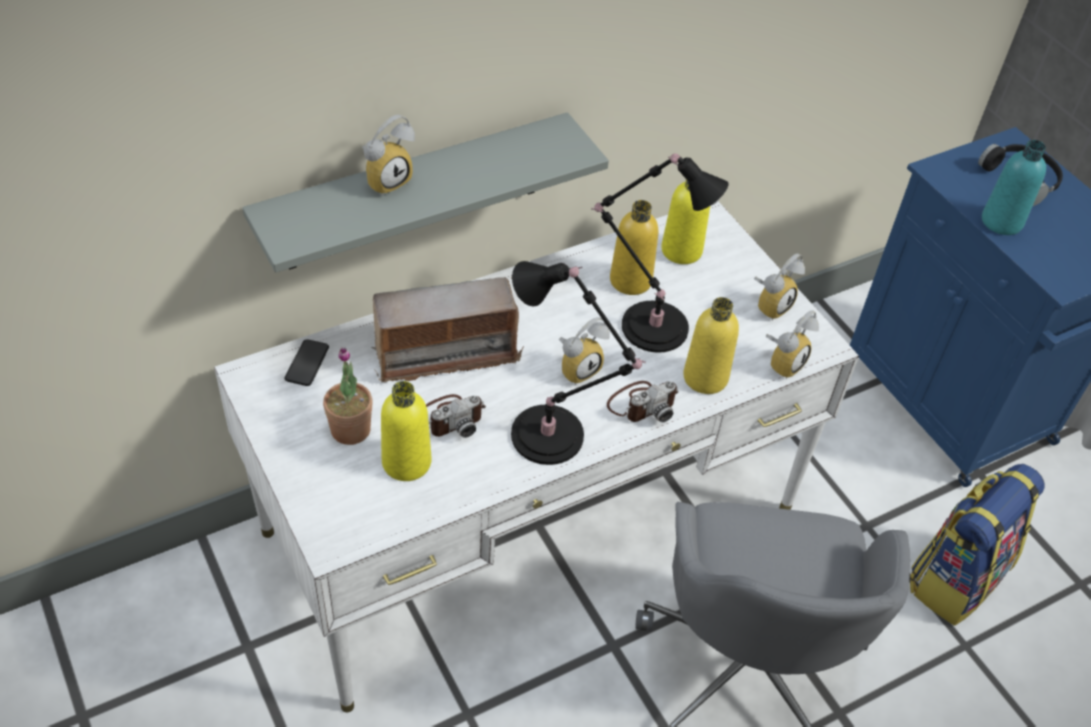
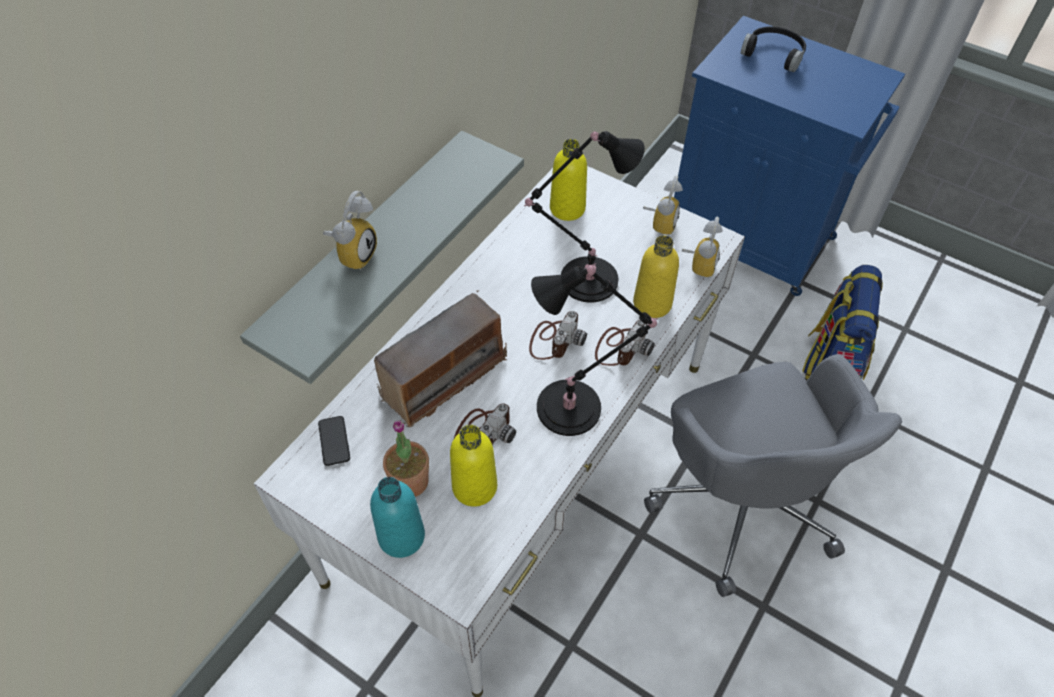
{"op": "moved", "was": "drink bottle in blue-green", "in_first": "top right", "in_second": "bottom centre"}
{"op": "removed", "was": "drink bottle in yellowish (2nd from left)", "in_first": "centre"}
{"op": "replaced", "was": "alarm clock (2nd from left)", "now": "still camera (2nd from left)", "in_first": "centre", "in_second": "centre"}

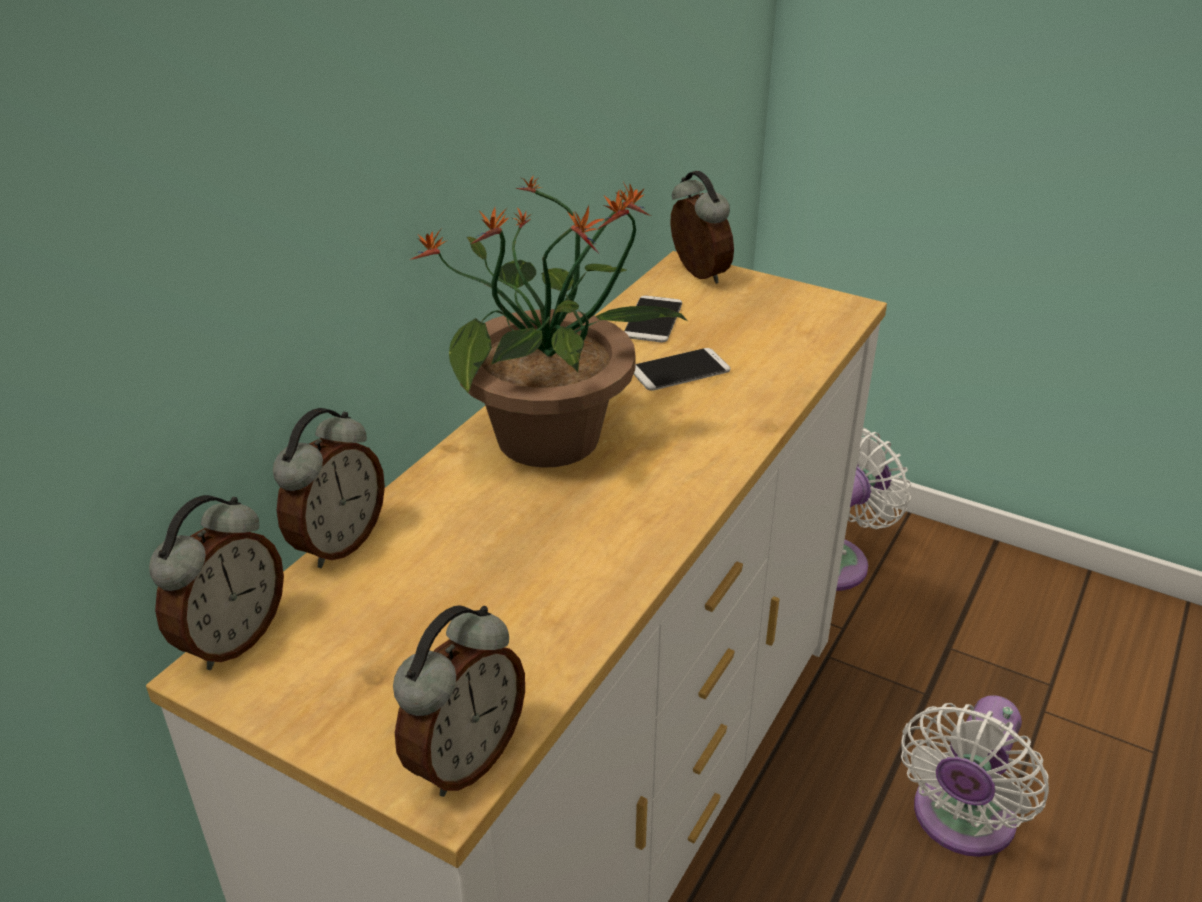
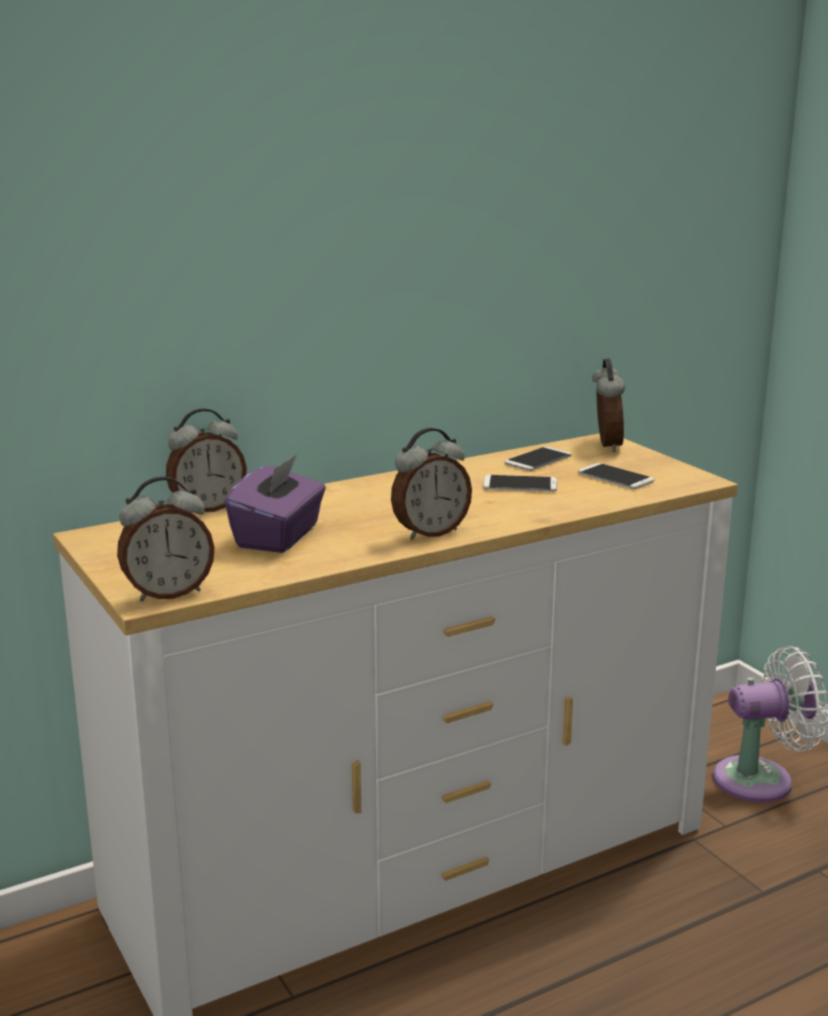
{"op": "removed", "was": "plant in a pot", "in_first": "centre"}
{"op": "moved", "was": "alarm clock (1st from left in the first image)", "now": "alarm clock (3rd from left)", "in_first": "middle left", "in_second": "centre"}
{"op": "removed", "was": "cooling fan in whitish (2nd from left)", "in_first": "bottom right"}
{"op": "added", "now": "tissue box in purplish", "in_second": "middle left"}
{"op": "added", "now": "telephone (3rd from left)", "in_second": "middle right"}

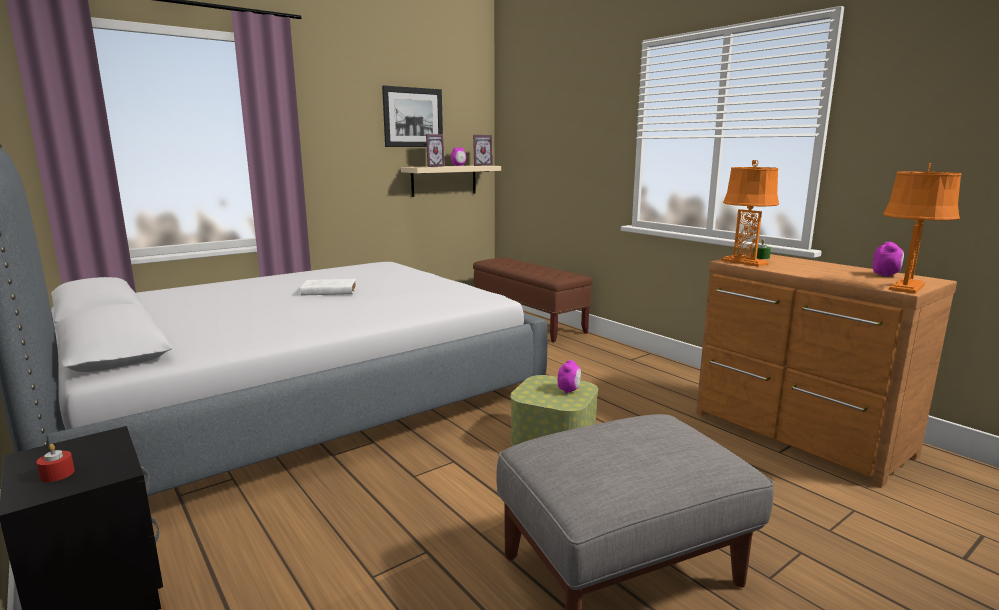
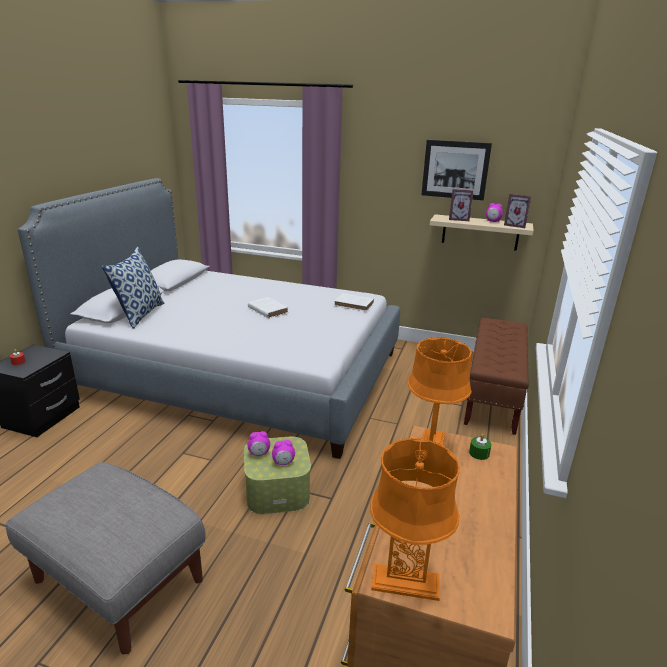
{"op": "moved", "was": "alarm clock (3rd from left in the first image)", "now": "alarm clock (1st from left)", "in_first": "middle right", "in_second": "centre"}
{"op": "added", "now": "pillow", "in_second": "middle left"}
{"op": "added", "now": "bound book in whitish (2nd from left)", "in_second": "centre"}

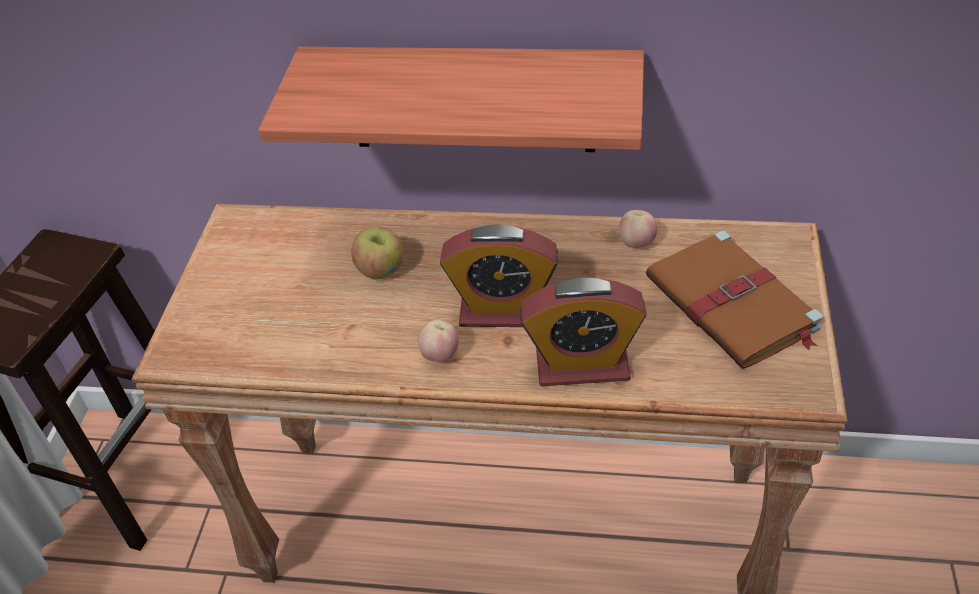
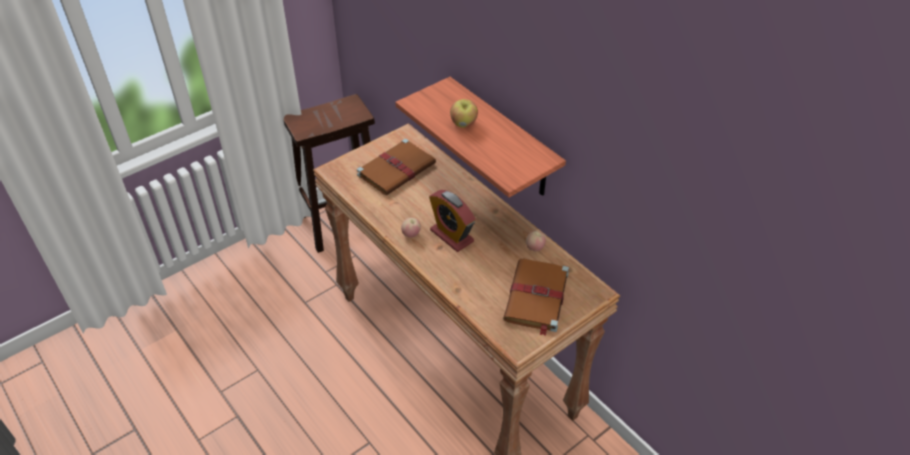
{"op": "moved", "was": "apple (1st from left in the first image)", "now": "apple (2nd from left)", "in_first": "centre", "in_second": "top centre"}
{"op": "removed", "was": "alarm clock (2nd from left)", "in_first": "centre"}
{"op": "added", "now": "bound book in brownish (1st from left)", "in_second": "centre"}

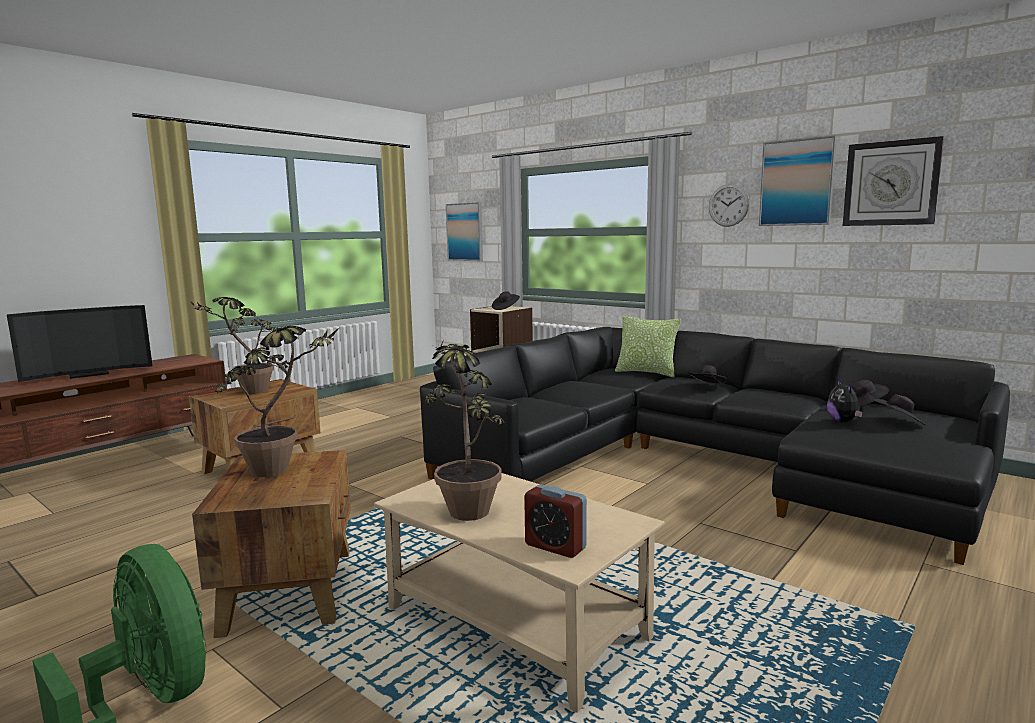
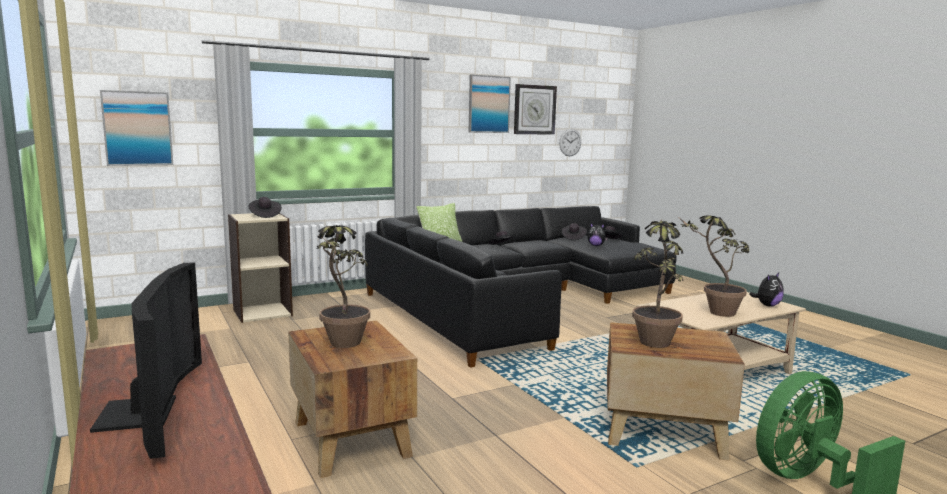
{"op": "moved", "was": "hanging clock (1st from left in the first image)", "now": "hanging clock (2nd from left)", "in_first": "top right", "in_second": "top centre"}
{"op": "replaced", "was": "alarm clock", "now": "plush toy (2nd from left)", "in_first": "bottom centre", "in_second": "middle right"}

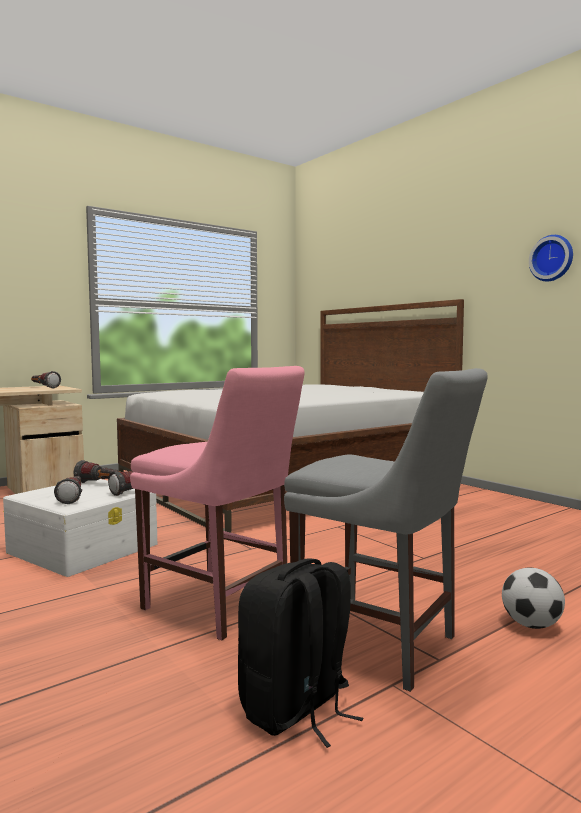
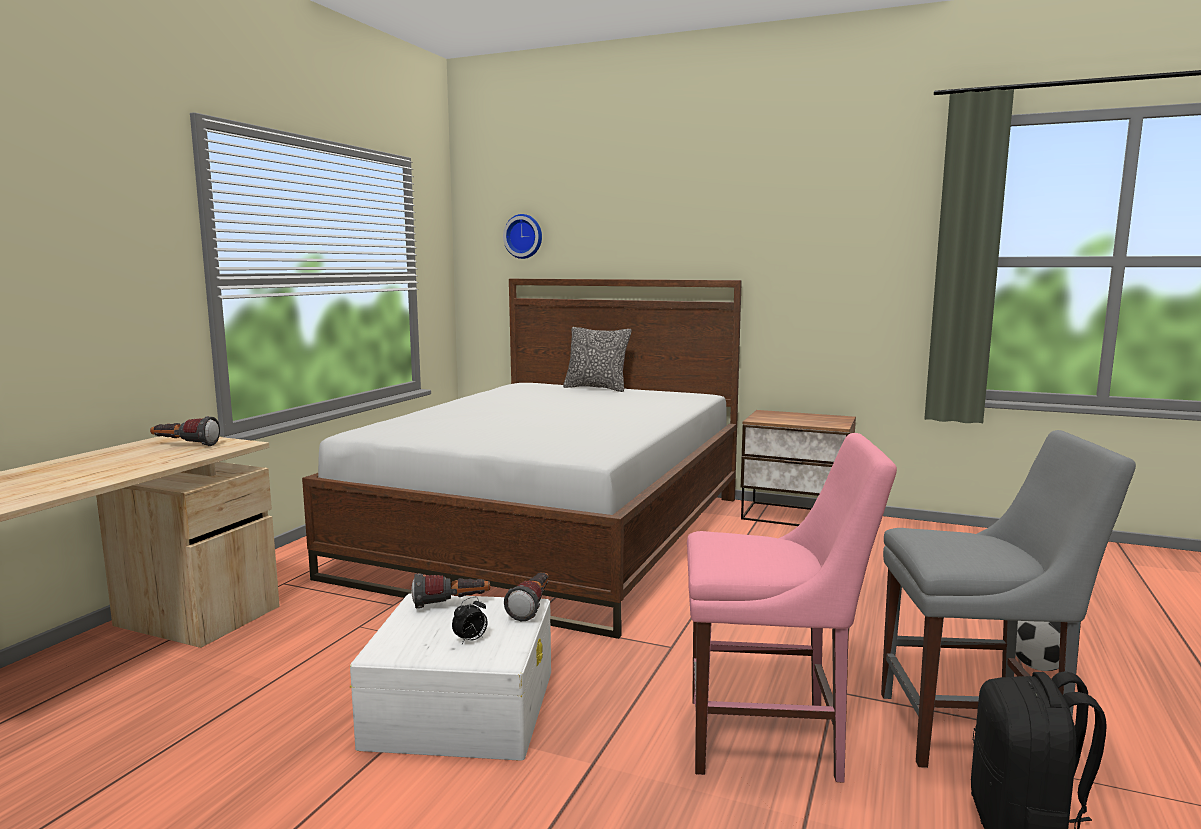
{"op": "moved", "was": "hanging clock", "in_first": "top right", "in_second": "top centre"}
{"op": "replaced", "was": "hand torch (2nd from left)", "now": "alarm clock", "in_first": "middle left", "in_second": "bottom centre"}
{"op": "added", "now": "pillow", "in_second": "centre"}
{"op": "added", "now": "night table", "in_second": "centre"}

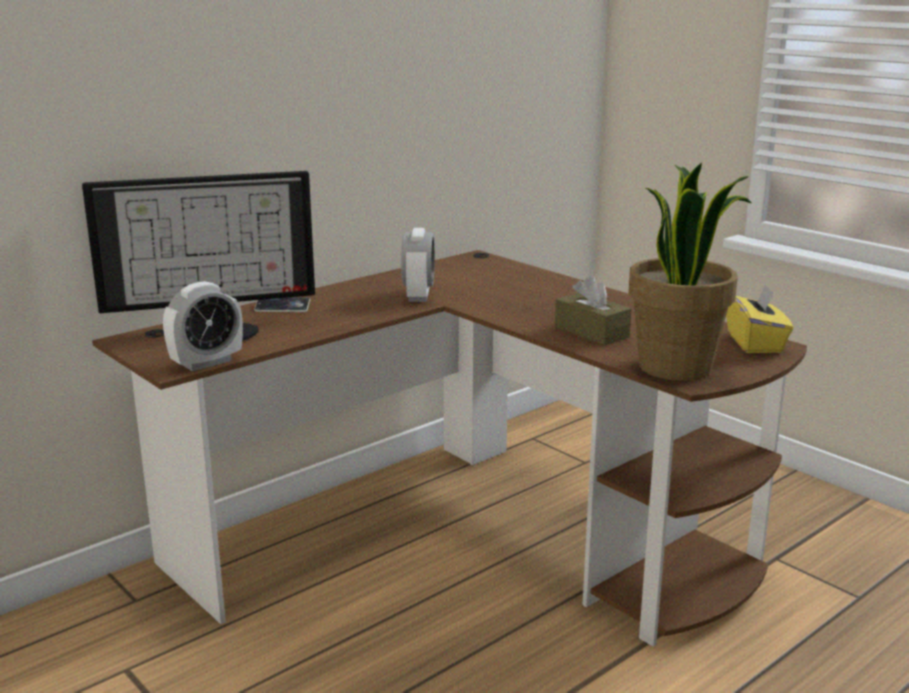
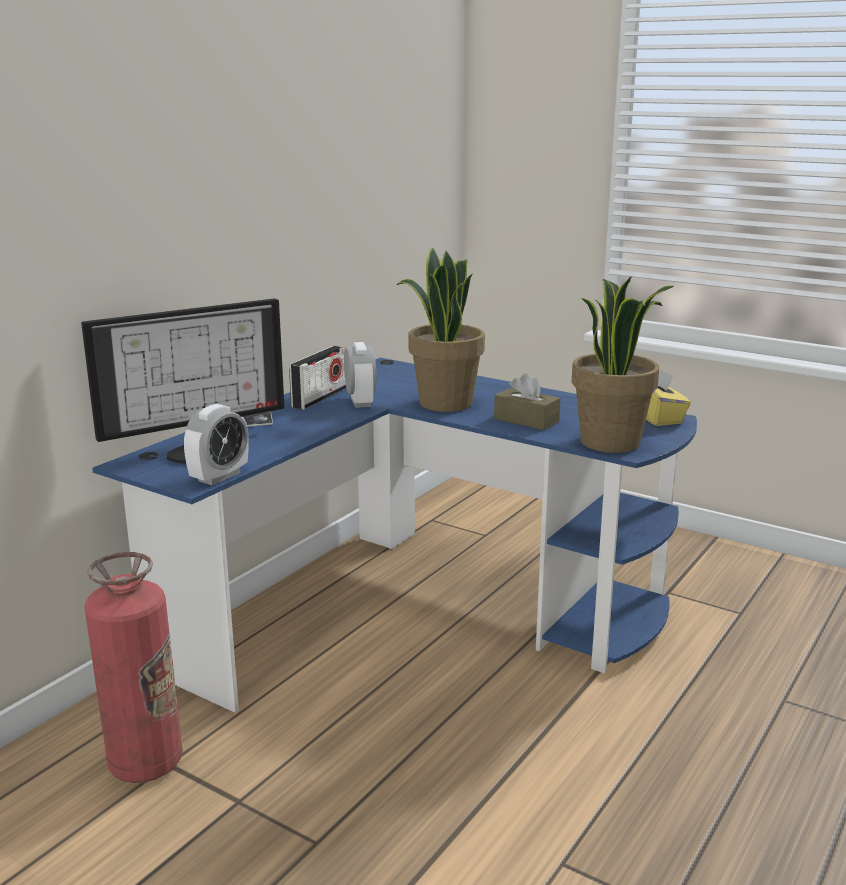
{"op": "recoloured", "was": "desk table in brownish", "now": "desk table in blue-coloured", "in_first": "centre", "in_second": "centre"}
{"op": "added", "now": "plant in a pot (1st from left)", "in_second": "centre"}
{"op": "added", "now": "radio set", "in_second": "centre"}
{"op": "added", "now": "fire-fighting cylinder", "in_second": "bottom left"}

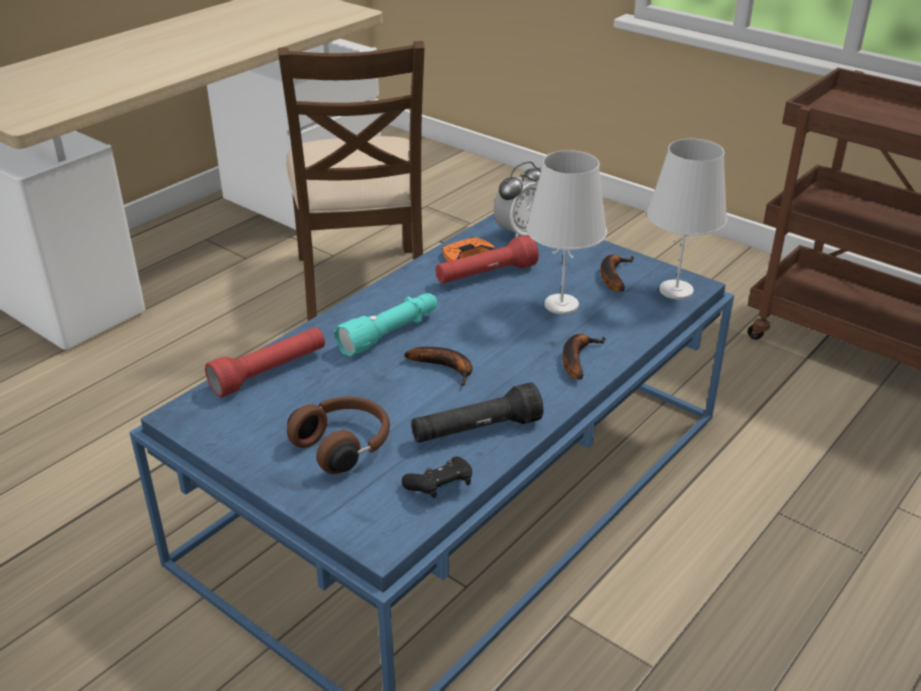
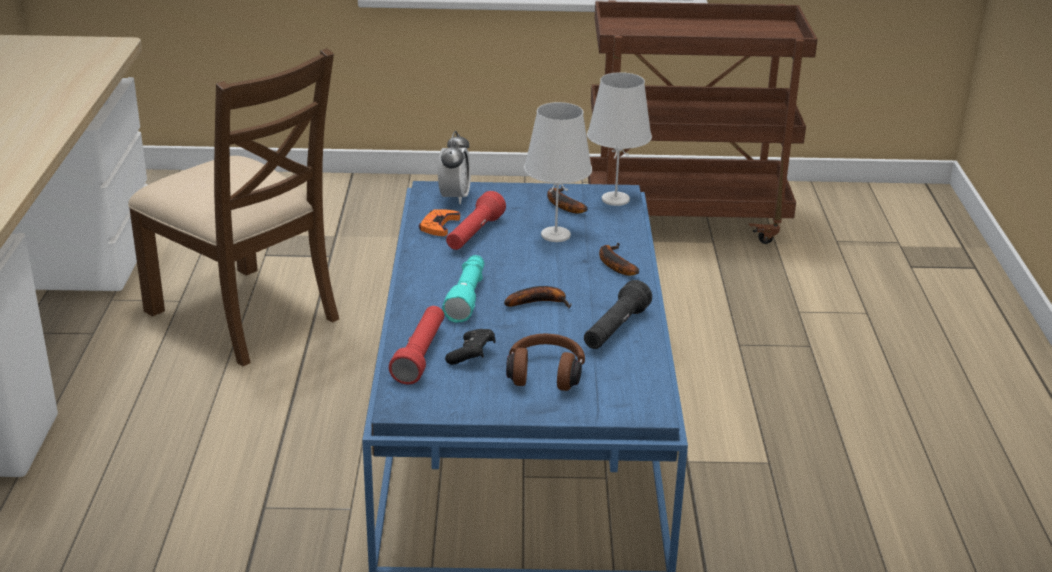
{"op": "moved", "was": "game controller in black", "in_first": "bottom centre", "in_second": "centre"}

